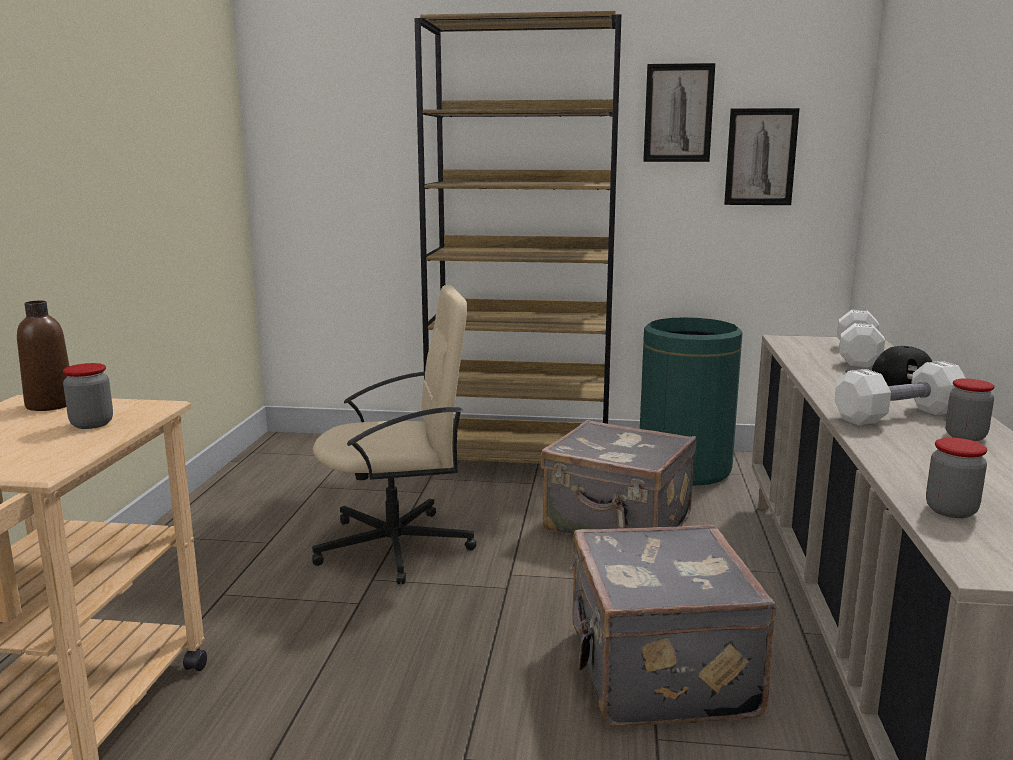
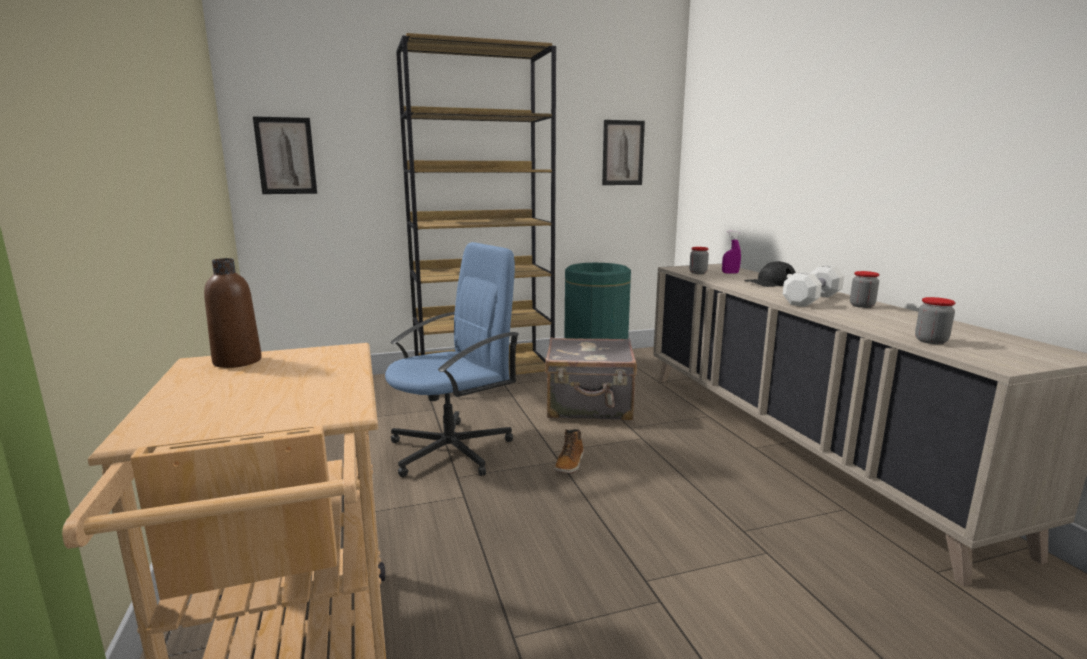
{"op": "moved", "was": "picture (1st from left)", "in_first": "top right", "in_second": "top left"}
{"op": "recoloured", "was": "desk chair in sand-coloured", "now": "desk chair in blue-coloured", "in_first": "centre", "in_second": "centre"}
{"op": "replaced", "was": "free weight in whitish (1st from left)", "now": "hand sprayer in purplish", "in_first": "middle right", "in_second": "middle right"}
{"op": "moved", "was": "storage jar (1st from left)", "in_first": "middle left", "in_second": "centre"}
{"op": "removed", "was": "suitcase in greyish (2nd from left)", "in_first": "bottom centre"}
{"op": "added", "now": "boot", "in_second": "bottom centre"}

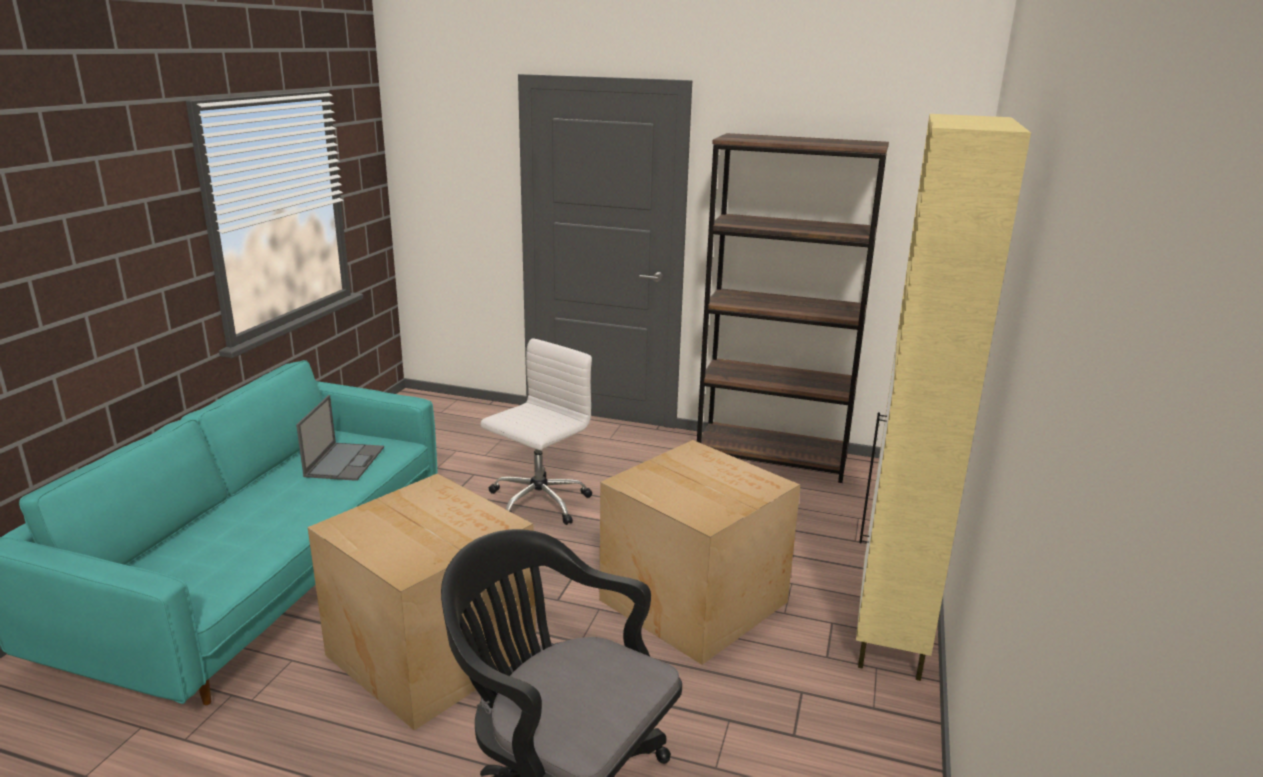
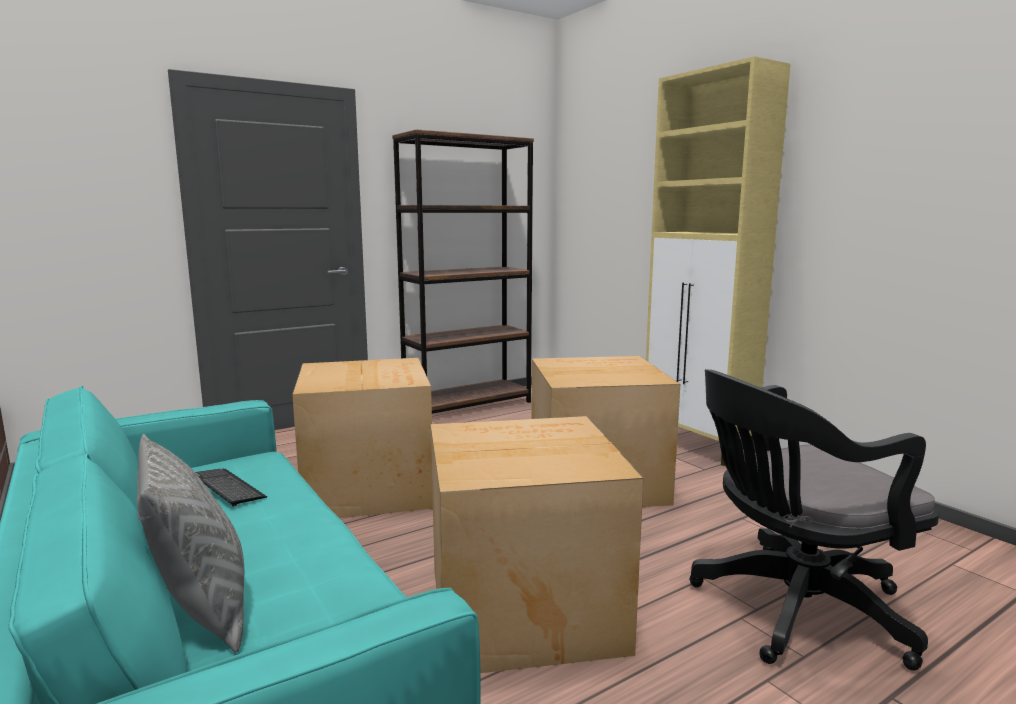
{"op": "replaced", "was": "desk chair in whitish", "now": "carton (1st from left)", "in_first": "centre", "in_second": "centre"}
{"op": "replaced", "was": "portable computer", "now": "computer keyboard", "in_first": "middle left", "in_second": "bottom left"}
{"op": "added", "now": "pillow in greyish", "in_second": "bottom left"}

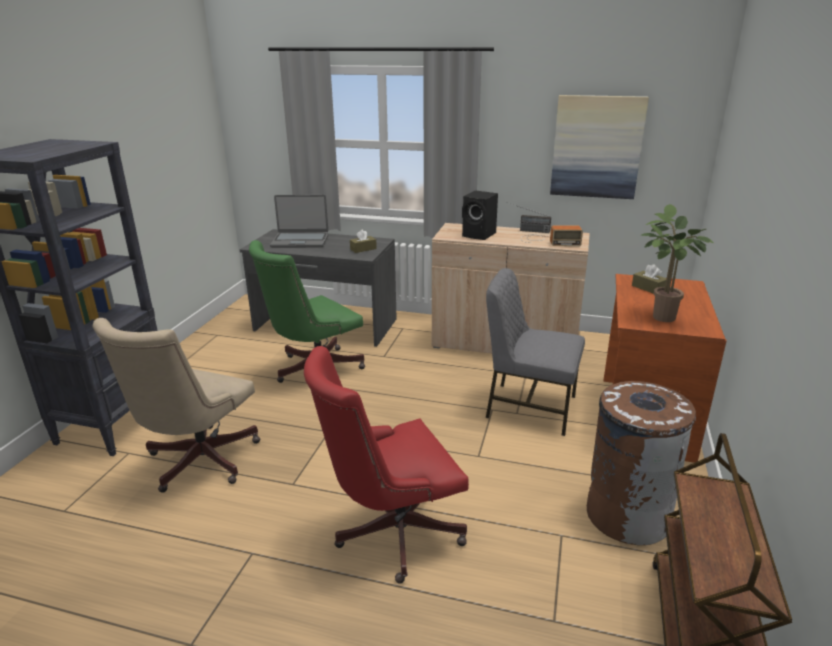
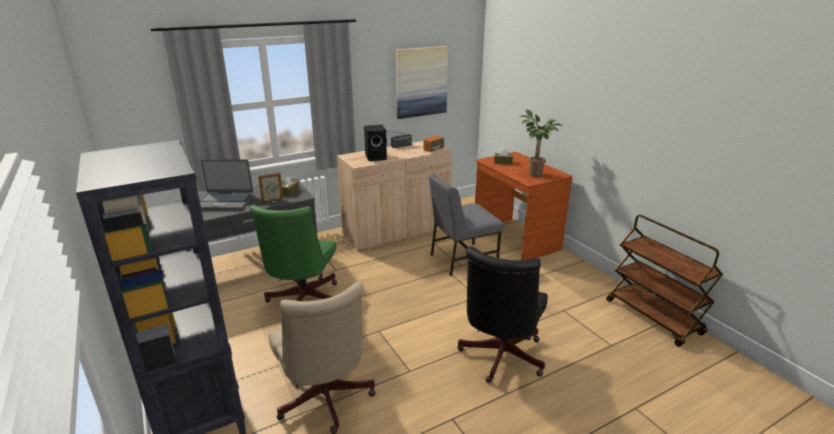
{"op": "turned", "was": "portable computer", "in_first": "centre", "in_second": "middle left", "clockwise": 45}
{"op": "recoloured", "was": "desk chair in reddish", "now": "desk chair in black", "in_first": "bottom centre", "in_second": "bottom centre"}
{"op": "removed", "was": "trash can in brownish", "in_first": "bottom right"}
{"op": "added", "now": "picture frame", "in_second": "middle left"}

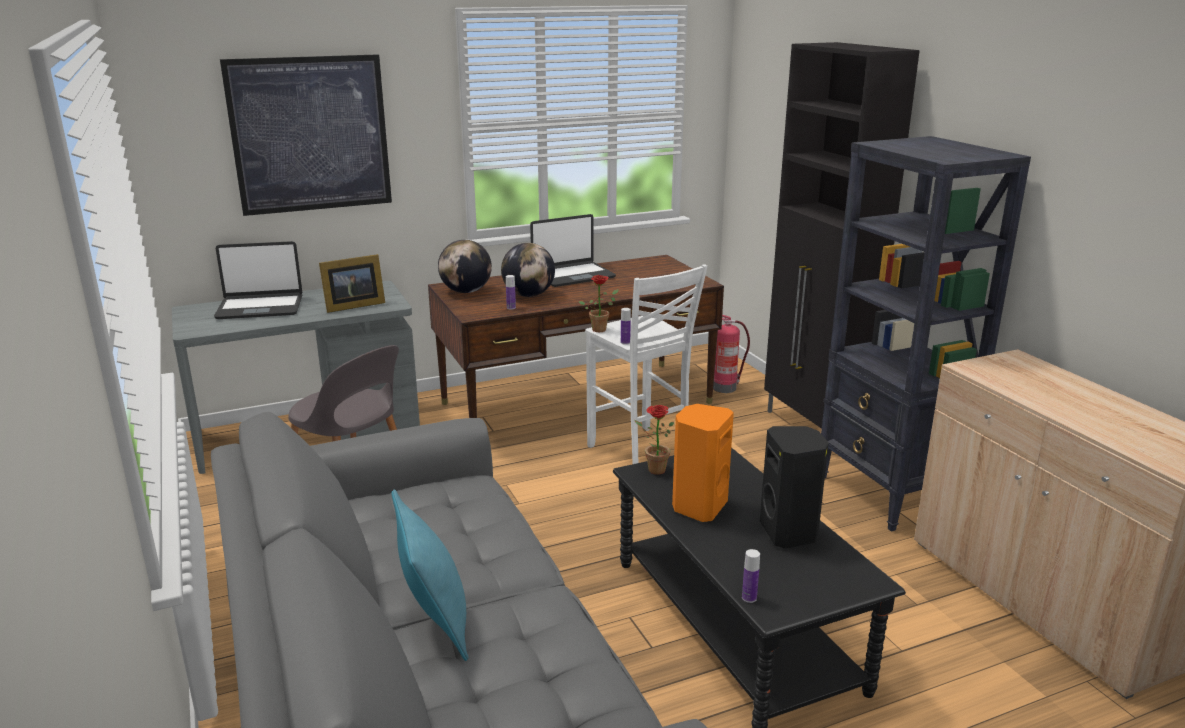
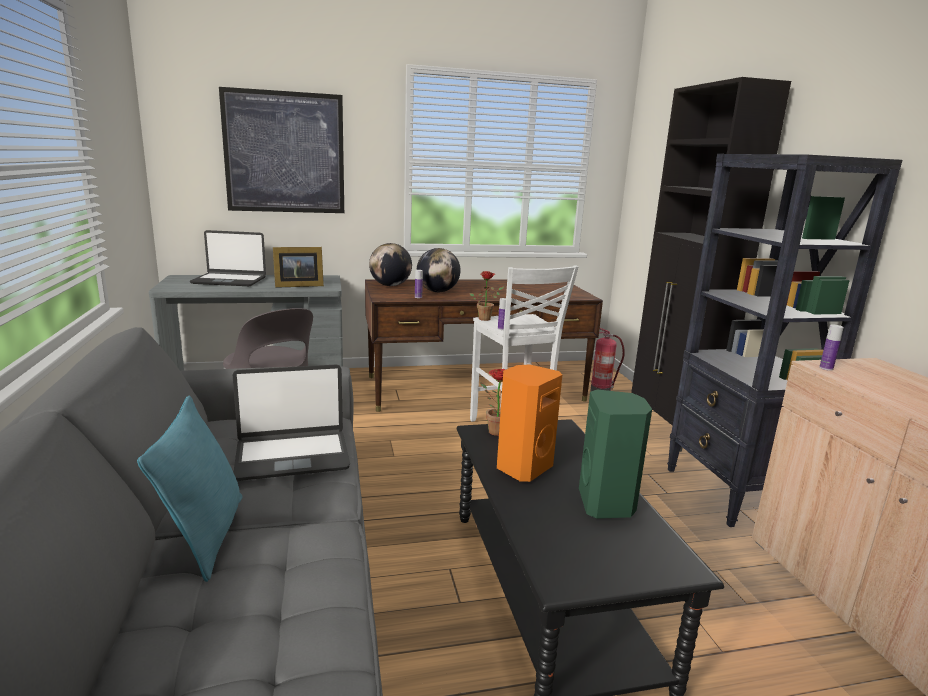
{"op": "moved", "was": "portable computer (2nd from left)", "in_first": "centre", "in_second": "middle left"}
{"op": "recoloured", "was": "audio speaker in black", "now": "audio speaker in greenish", "in_first": "bottom right", "in_second": "centre"}
{"op": "moved", "was": "drink bottle (3rd from left)", "in_first": "bottom centre", "in_second": "middle right"}

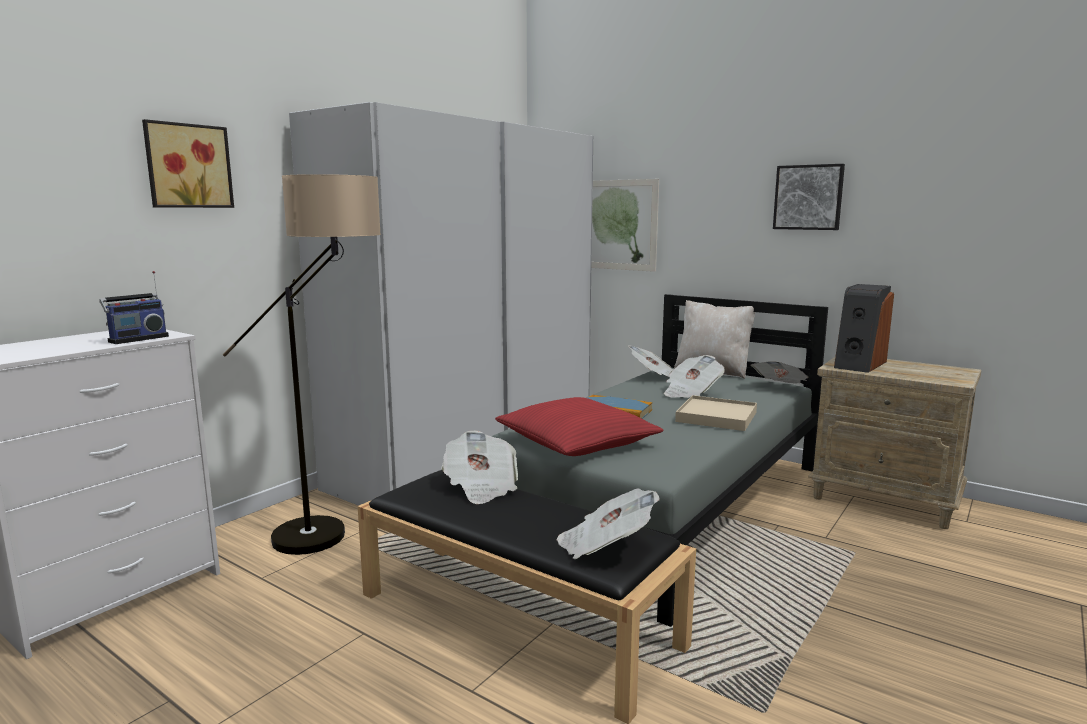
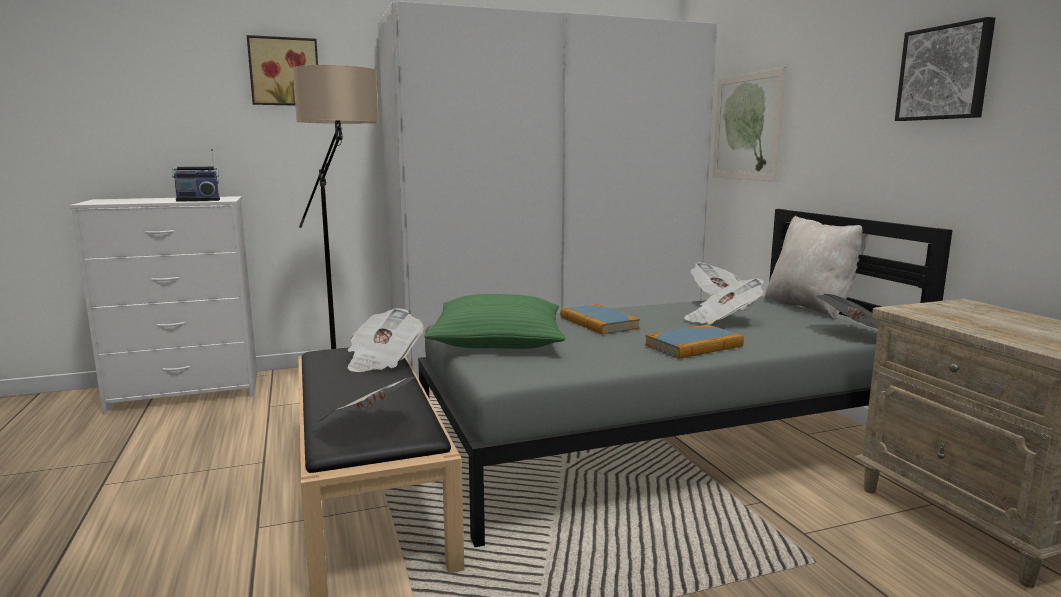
{"op": "removed", "was": "audio speaker", "in_first": "middle right"}
{"op": "replaced", "was": "serving tray in sand-coloured", "now": "bound book (2nd from left)", "in_first": "centre", "in_second": "centre"}
{"op": "recoloured", "was": "pillow in reddish", "now": "pillow in greenish", "in_first": "centre", "in_second": "centre"}

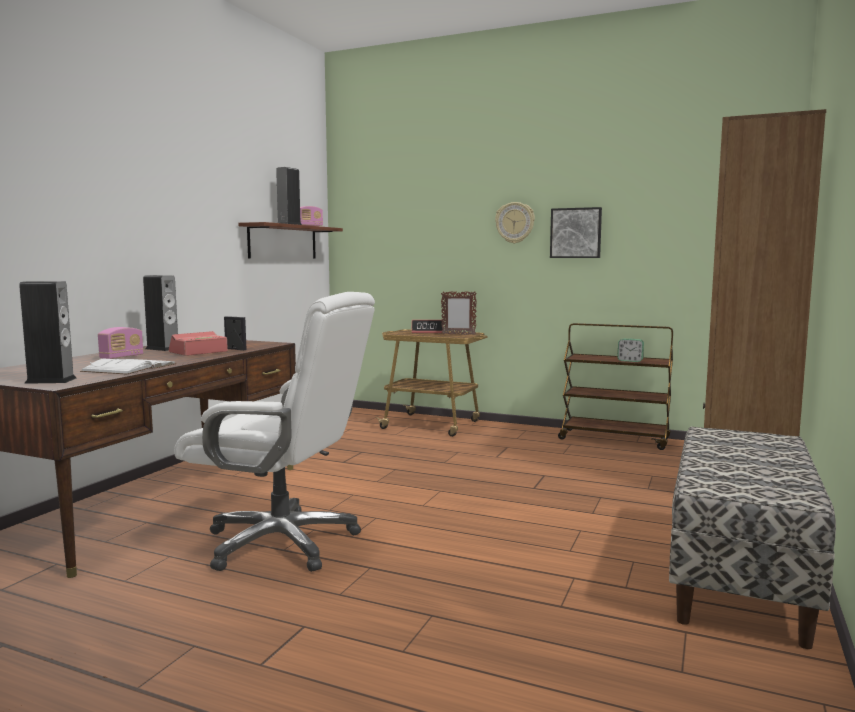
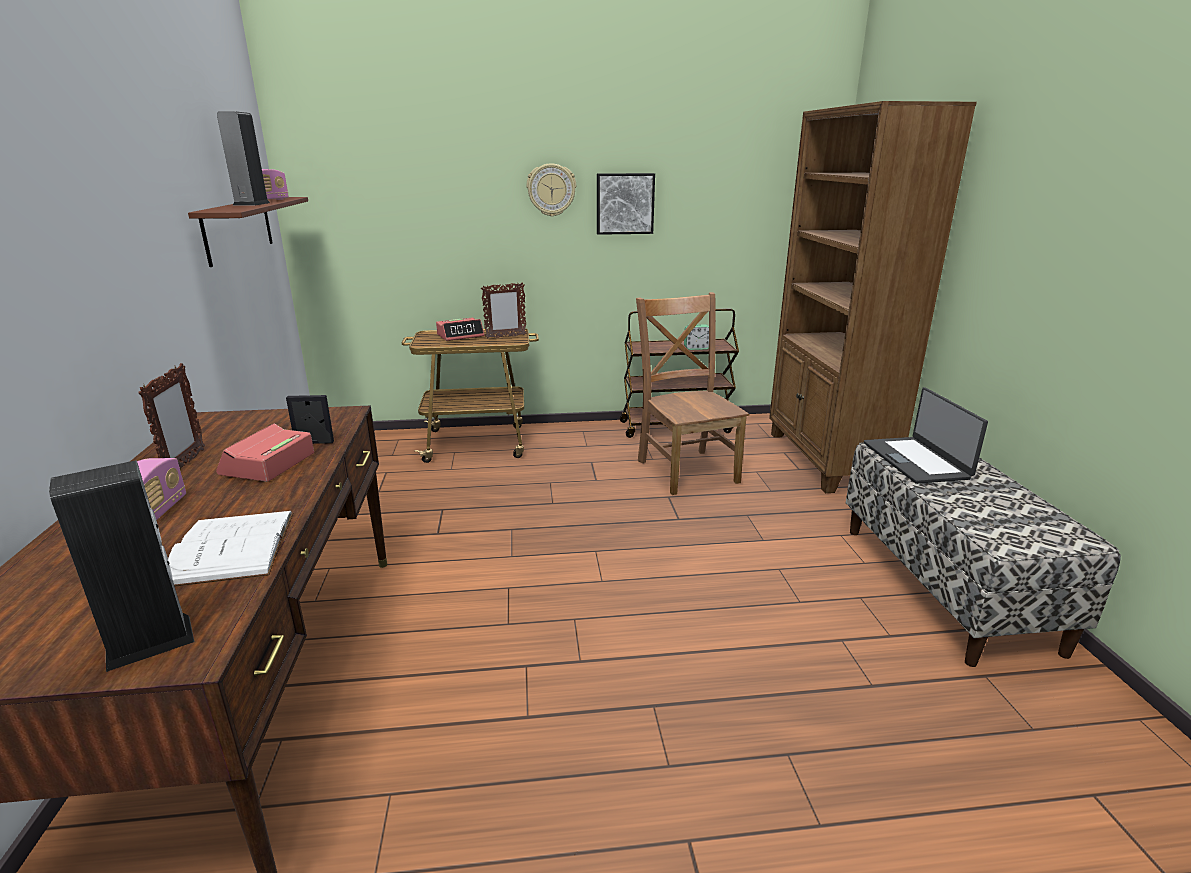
{"op": "replaced", "was": "audio speaker (2nd from left)", "now": "picture frame (1st from left)", "in_first": "middle left", "in_second": "middle left"}
{"op": "removed", "was": "desk chair in whitish", "in_first": "middle left"}
{"op": "added", "now": "upright chair in brownish", "in_second": "centre"}
{"op": "added", "now": "portable computer", "in_second": "middle right"}

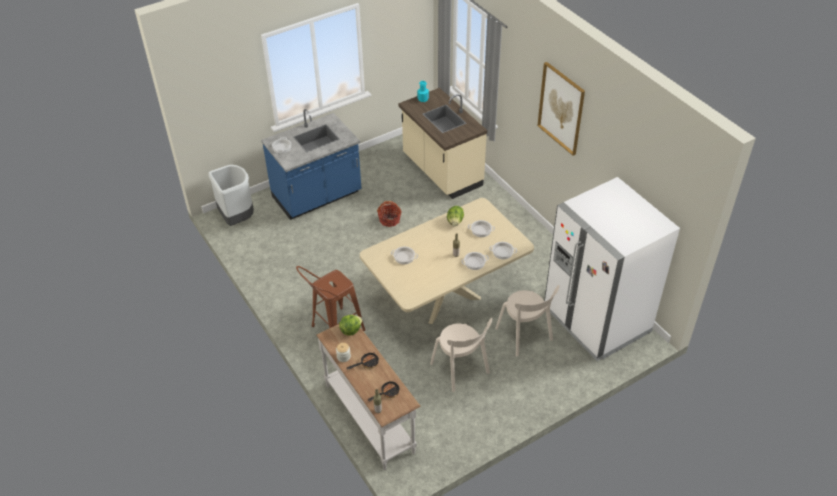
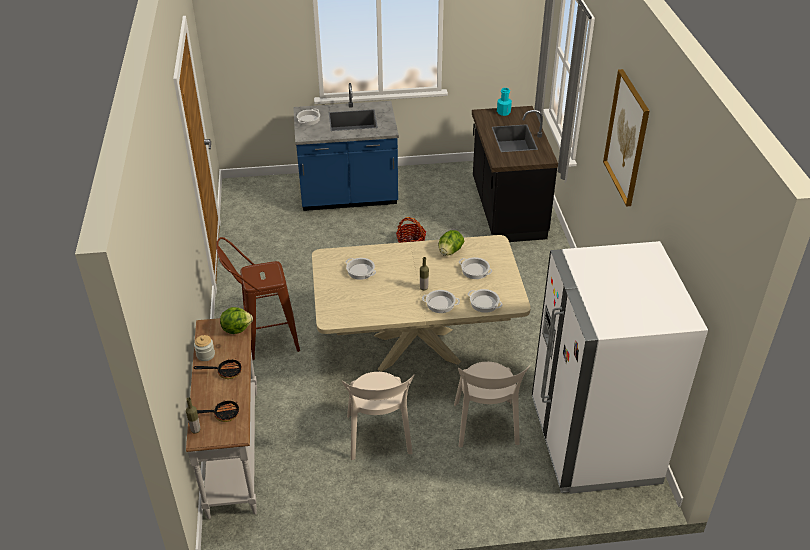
{"op": "recoloured", "was": "kitchen base unit in sand-coloured", "now": "kitchen base unit in black", "in_first": "top centre", "in_second": "top centre"}
{"op": "removed", "was": "trash can in greyish", "in_first": "middle left"}

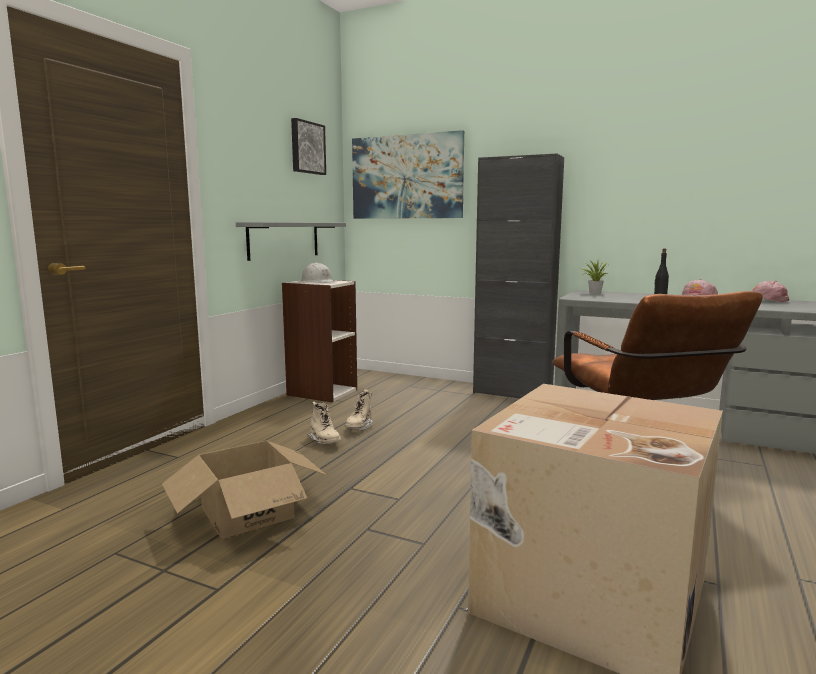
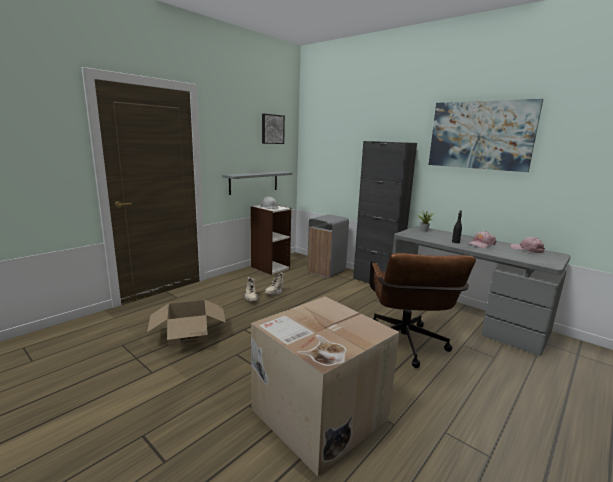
{"op": "moved", "was": "picture (2nd from left)", "in_first": "top centre", "in_second": "top right"}
{"op": "added", "now": "trash can in greyish", "in_second": "centre"}

